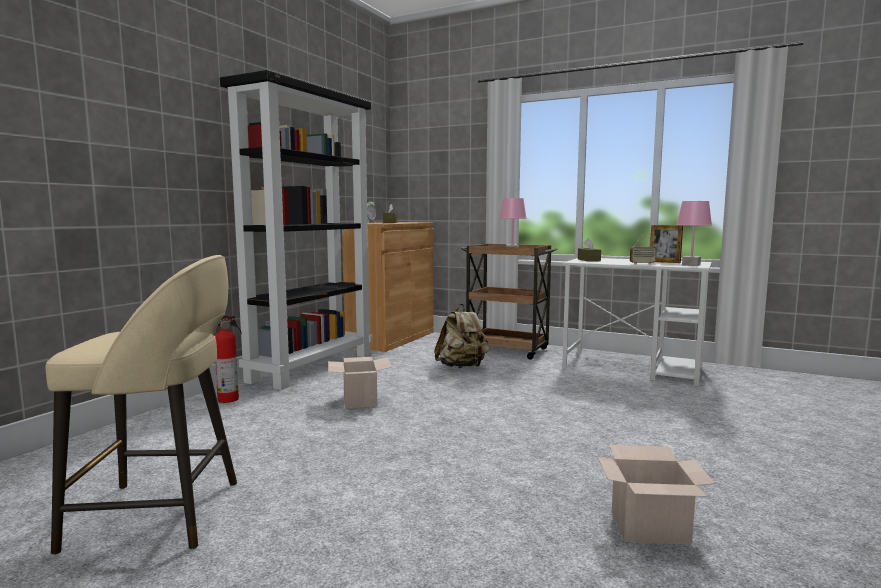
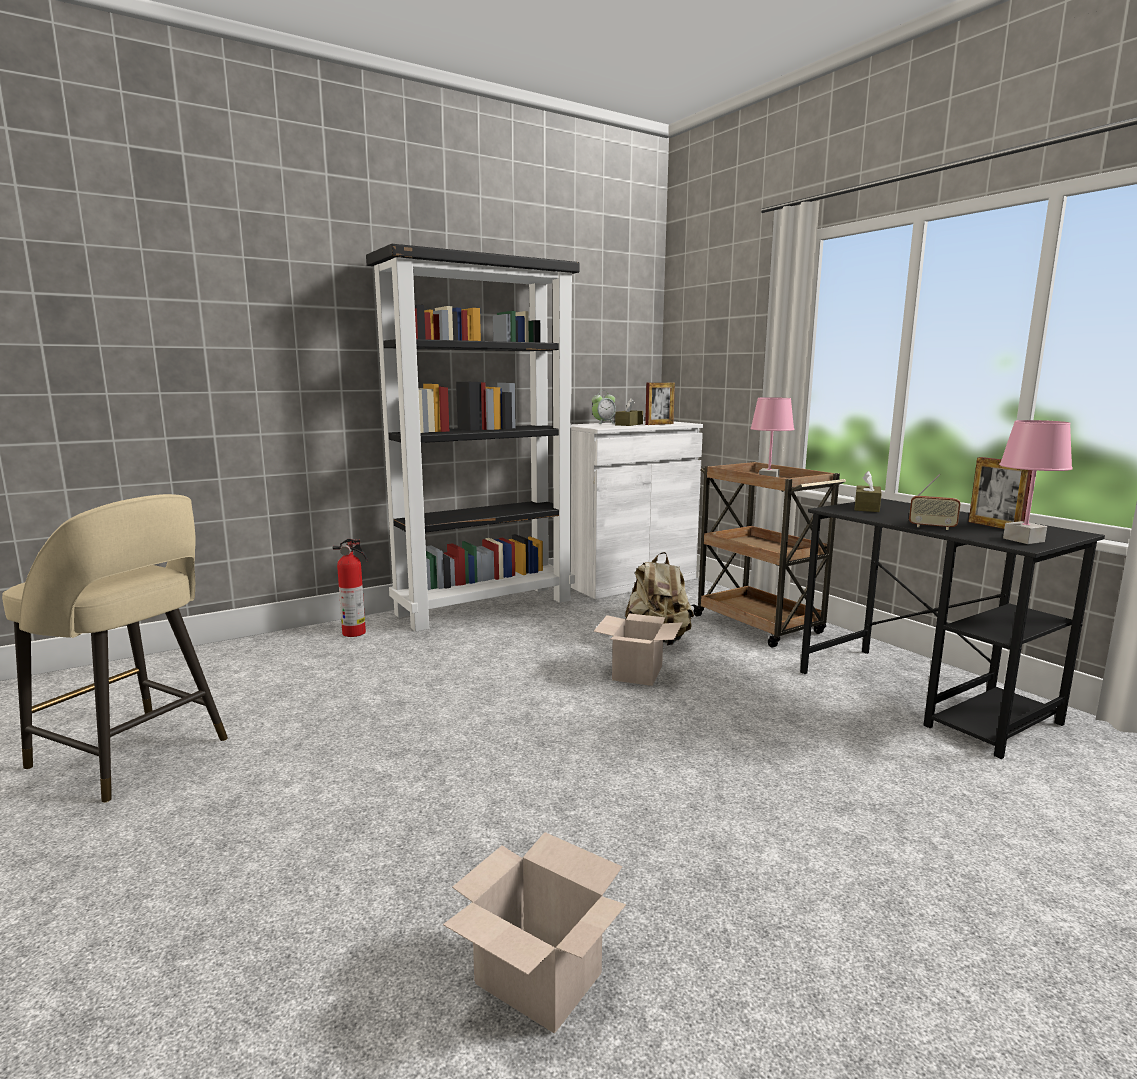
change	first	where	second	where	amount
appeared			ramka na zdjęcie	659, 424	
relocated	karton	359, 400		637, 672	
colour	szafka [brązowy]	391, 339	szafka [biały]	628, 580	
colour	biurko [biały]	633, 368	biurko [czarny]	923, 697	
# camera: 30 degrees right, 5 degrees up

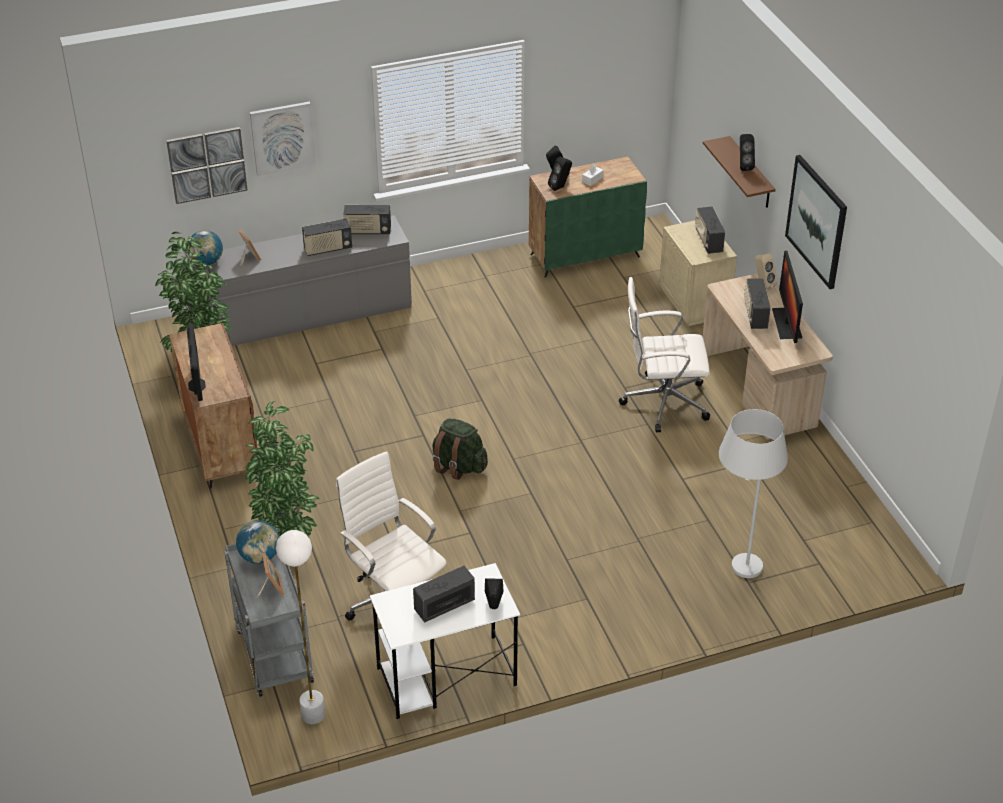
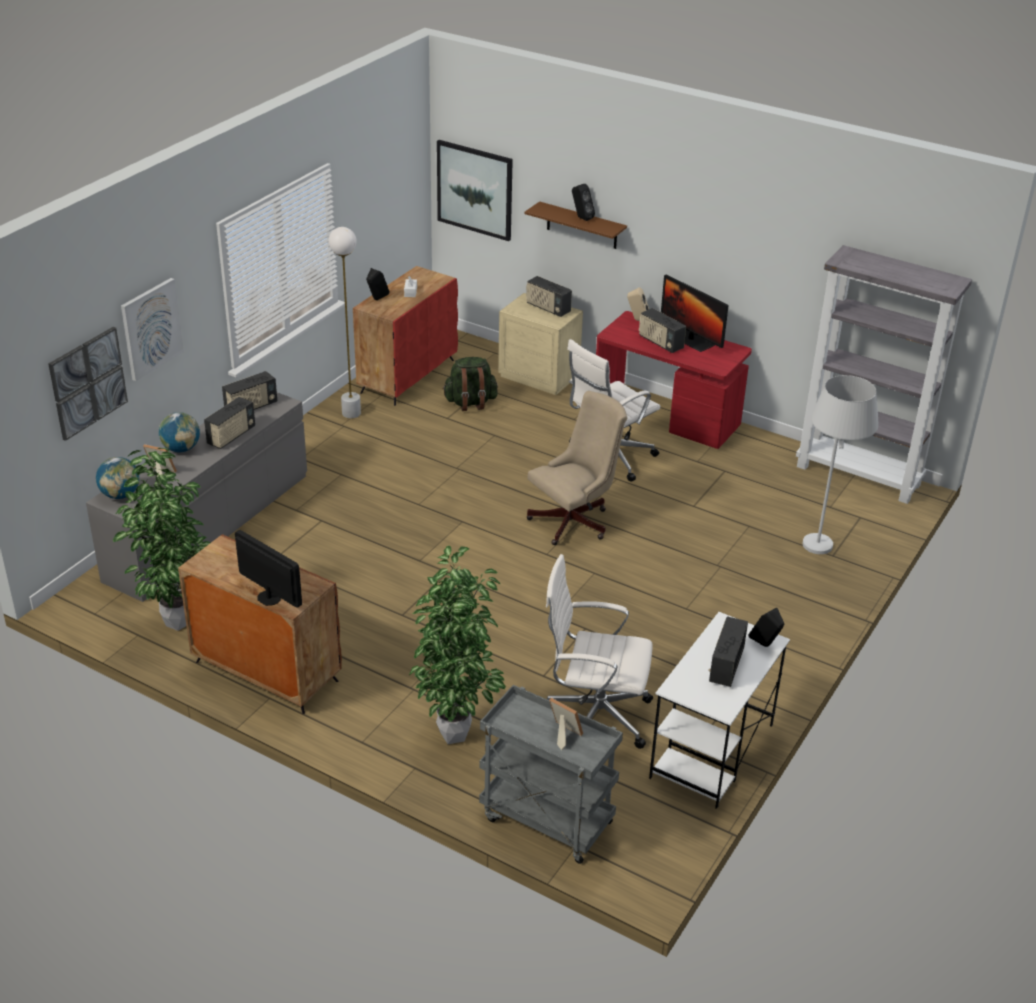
change	first	where	second	where	amount
missing	głośnik [czarny]	560, 187			
appeared			krzesło biurowe [beżowy]	575, 521	
appeared			regał [szary]	859, 475	
relocated	globus	259, 557		181, 449	
relocated	lampa stojąca [biały]	313, 715		351, 413	
relocated	plecak [zielony]	458, 466		470, 403	
relocated	obraz	817, 221		475, 189	
colour	szafka [zielony]	585, 255	szafka [czerwony]	408, 376	
colour	biurko [beżowy]	759, 390	biurko [czerwony]	666, 418	
# camera: 40 degrees left, 5 degrees down

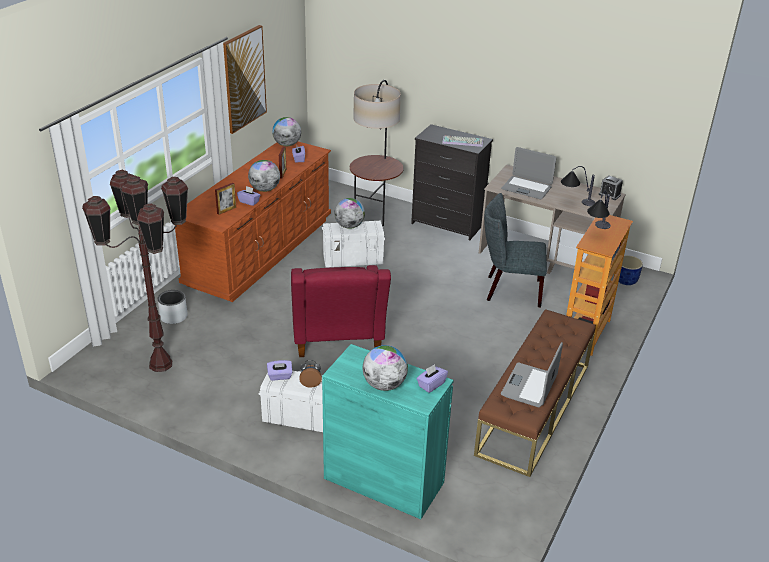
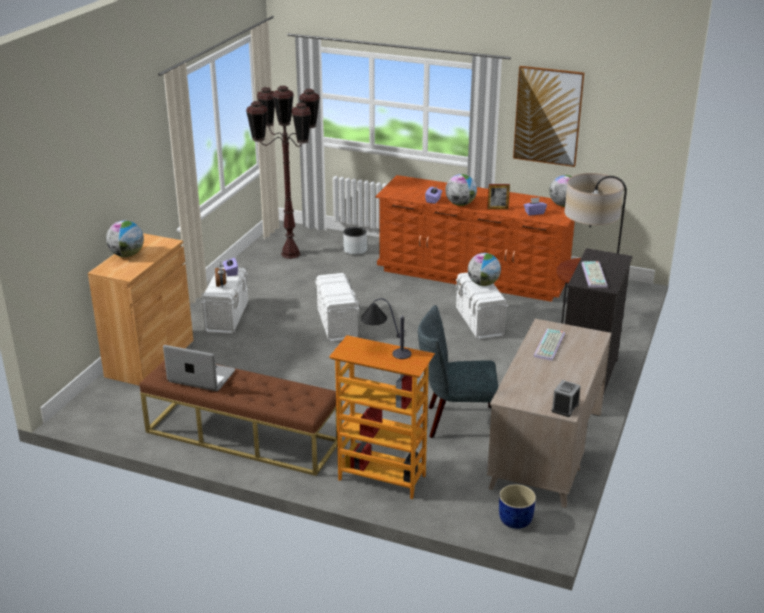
change	first	where	second	where	amount
missing	ramka na zdjęcie	226, 210			
missing	pudełko chusteczek [fioletowy]	431, 384			
missing	lampa stołowa	575, 203			
exchanged	fotel [czerwony]	337, 340	pojemnik do przechowywania [biały]	337, 324	
exchanged	laptop	526, 188	klawiatura	550, 345	
colour	szafka [turkusowy]	384, 480	szafka [brązowy]	150, 358	
spun	krzesło [szary]	509, 290		456, 422	90 degrees counterclockwise
# camera: 85 degrees right, 5 degrees down

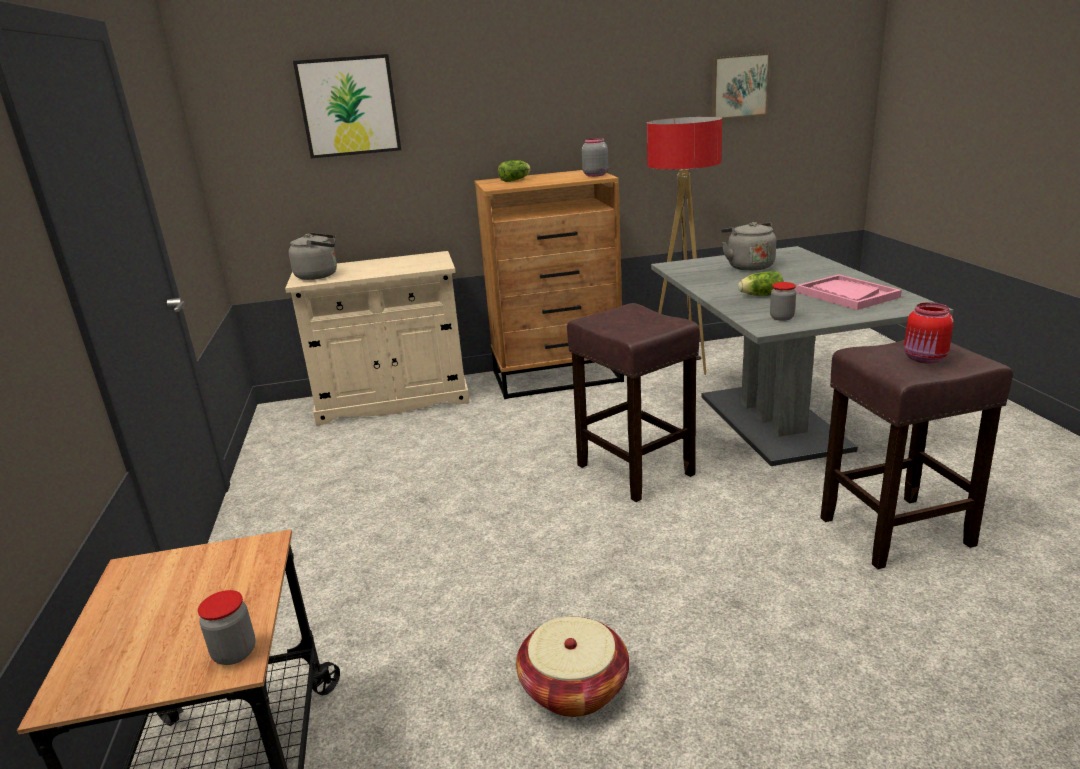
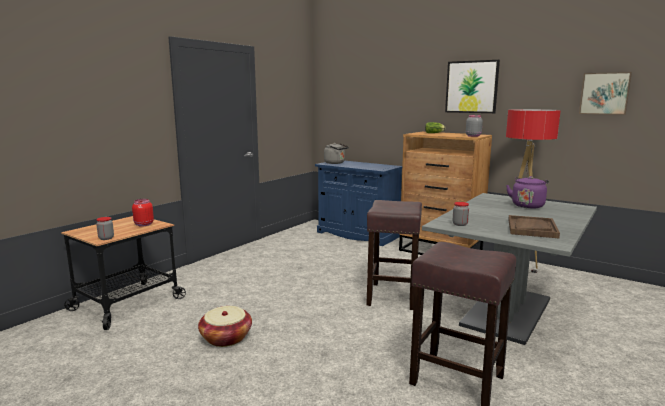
change	first	where	second	where	amount
missing	sałata	759, 295			
relocated	obraz	349, 106		471, 87	
relocated	słoik [czerwony]	925, 359		143, 225	
colour	szafka [beżowy]	393, 400	szafka [niebieski]	357, 234	
colour	czajnik [szary]	748, 266	czajnik [fioletowy]	527, 205	
colour	taca [różowy]	846, 294	taca [brązowy]	531, 228	
# camera: 45 degrees right, 10 degrees down

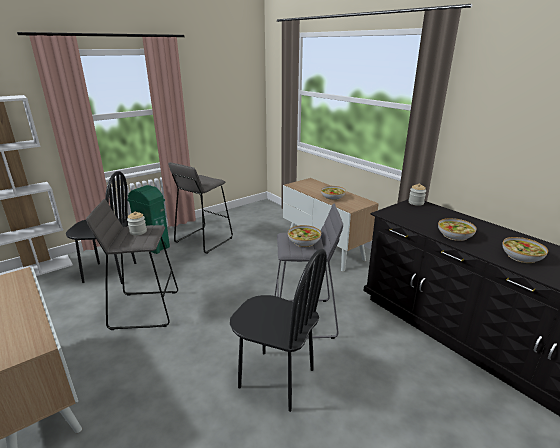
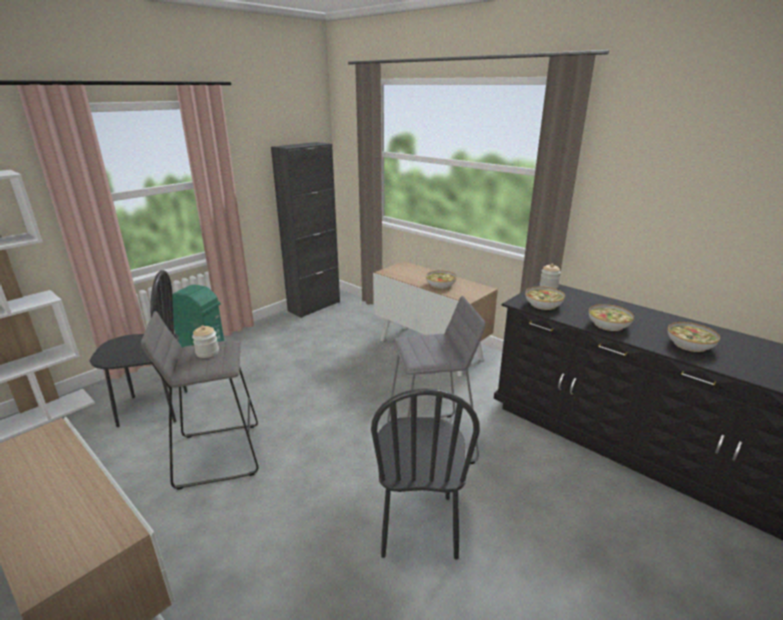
change	first	where	second	where	amount
missing	stołek [szary]	203, 240			
appeared			szafka [czarny]	314, 306	
relocated	miska	304, 241		543, 304	
spun	krzesło [czarny]	276, 379		418, 525	75 degrees clockwise
# camera: 10 degrees left, 0 degrees up

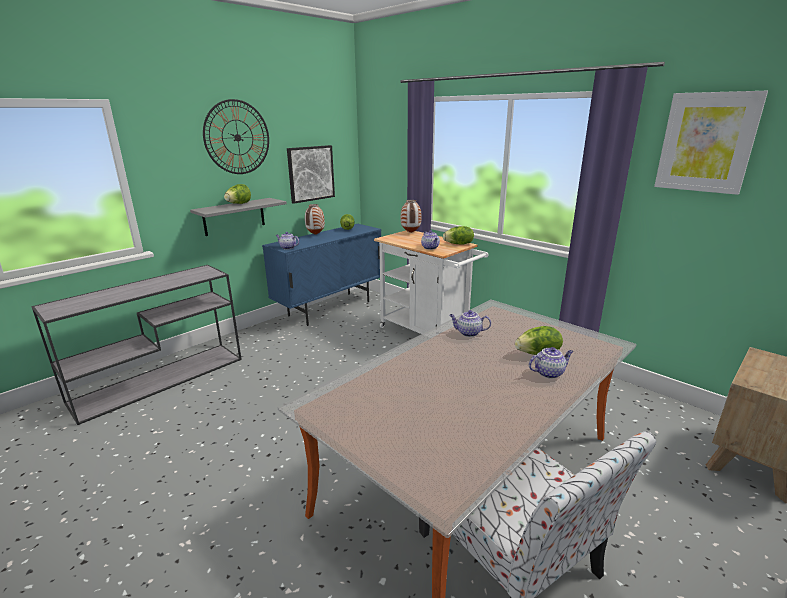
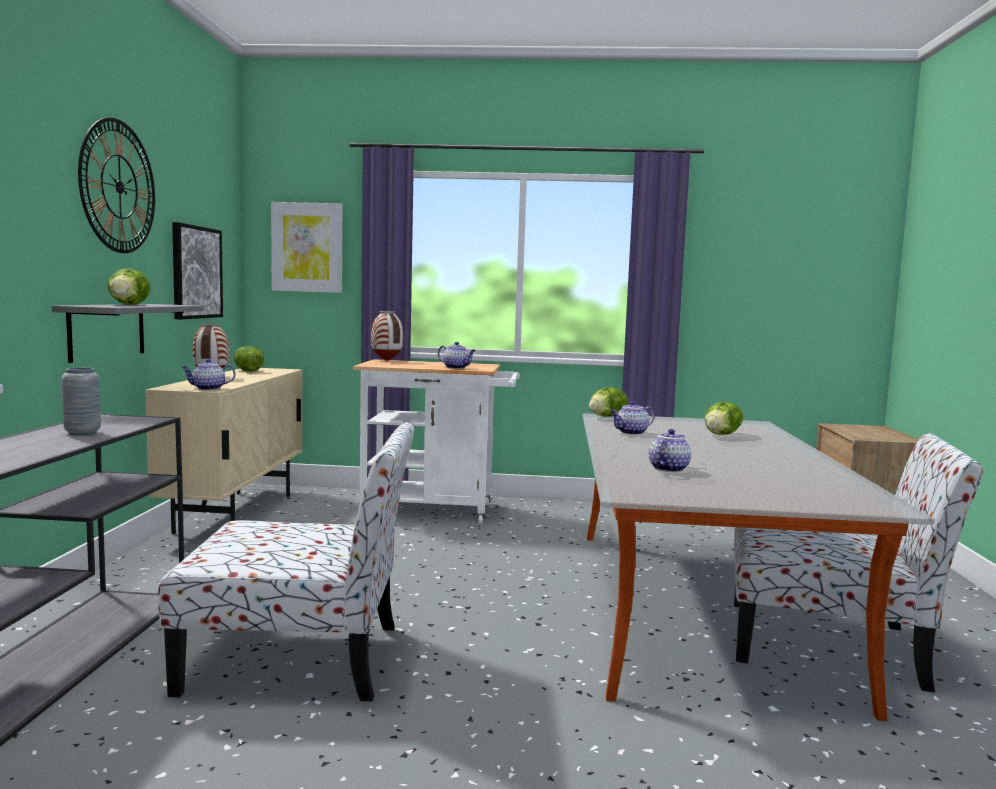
change	first	where	second	where	amount
appeared			wazon [szary]	82, 433	
appeared			krzesło	300, 658	
relocated	sałata	459, 244		607, 416	
relocated	imbryk	549, 373		668, 469	
relocated	obraz	706, 142		307, 247	
colour	szafka [niebieski]	330, 308	szafka [beżowy]	236, 513	
# camera: 40 degrees left, 15 degrees down

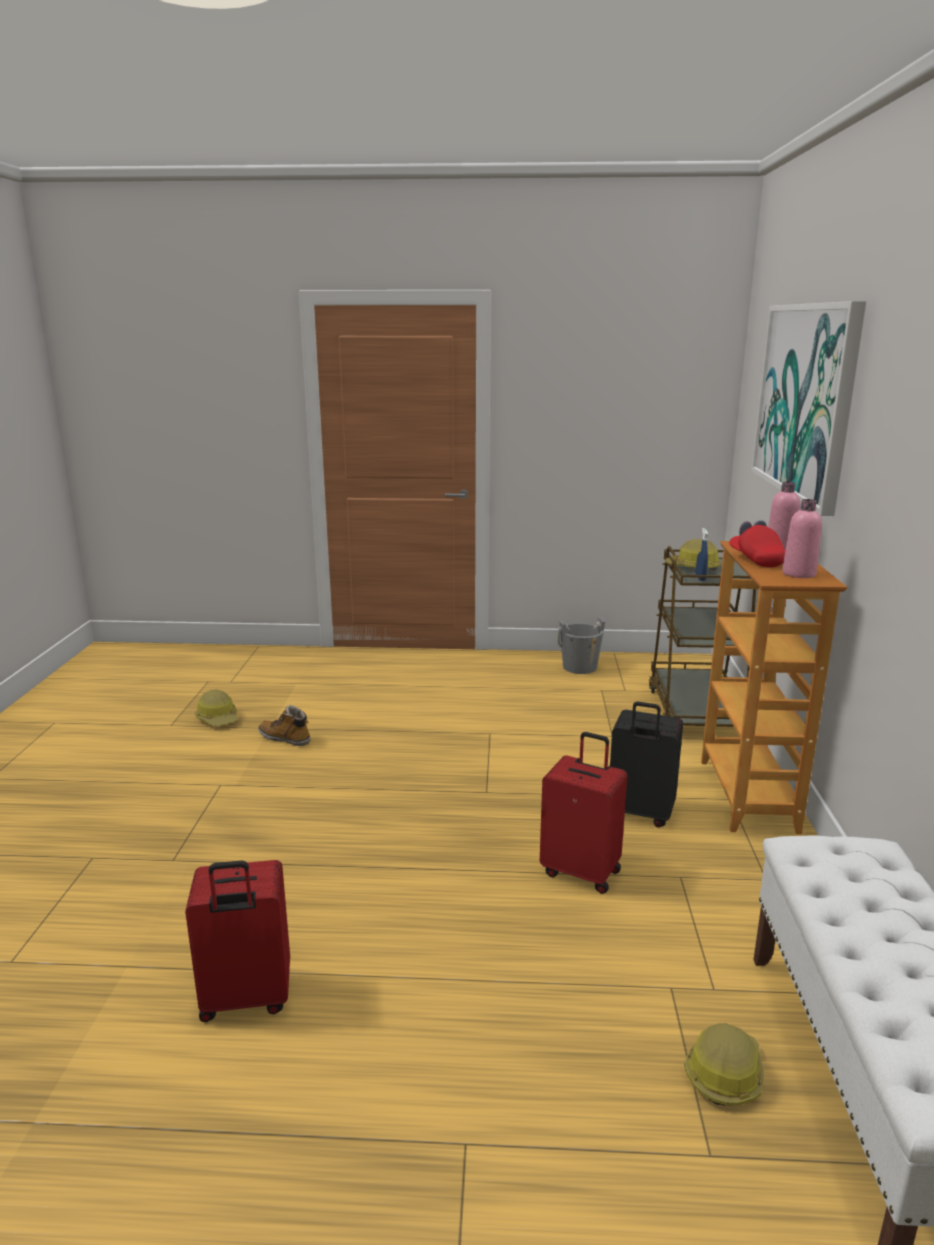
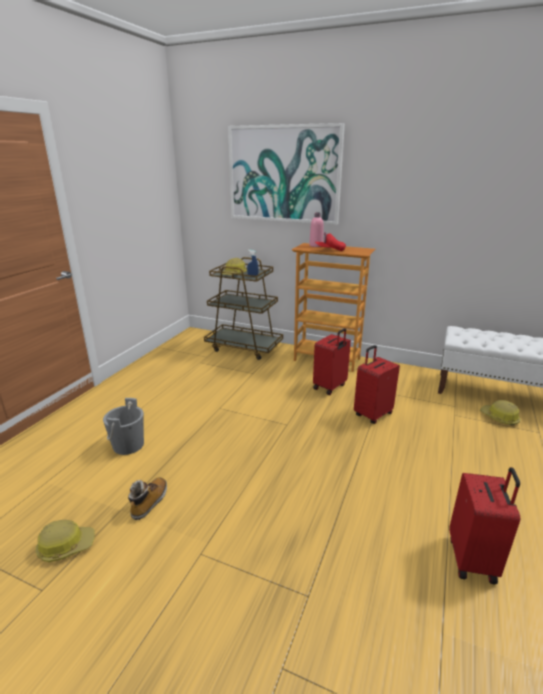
change	first	where	second	where	amount
missing	butelka [różowy]	798, 574			
relocated	wiadro [szary]	579, 667		128, 445	
colour	walizka [czarny]	639, 814	walizka [czerwony]	330, 387	
spun	but z cholewką	285, 739		149, 502	150 degrees clockwise
# camera: 70 degrees left, 5 degrees up

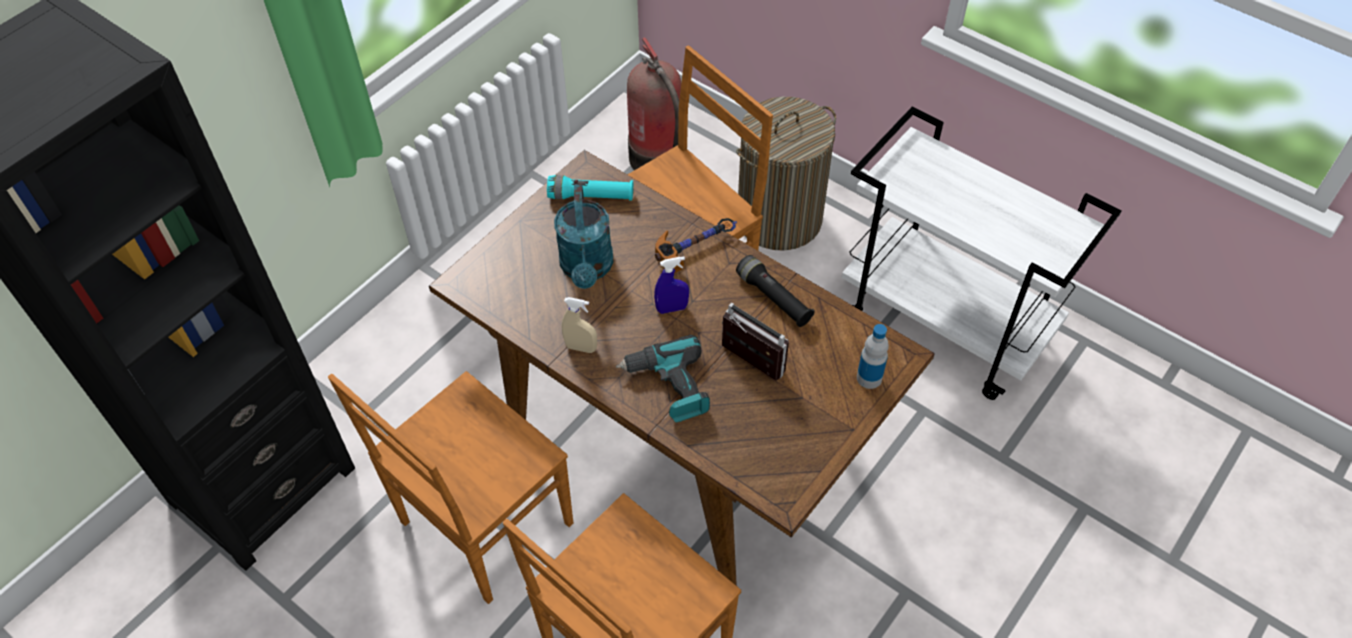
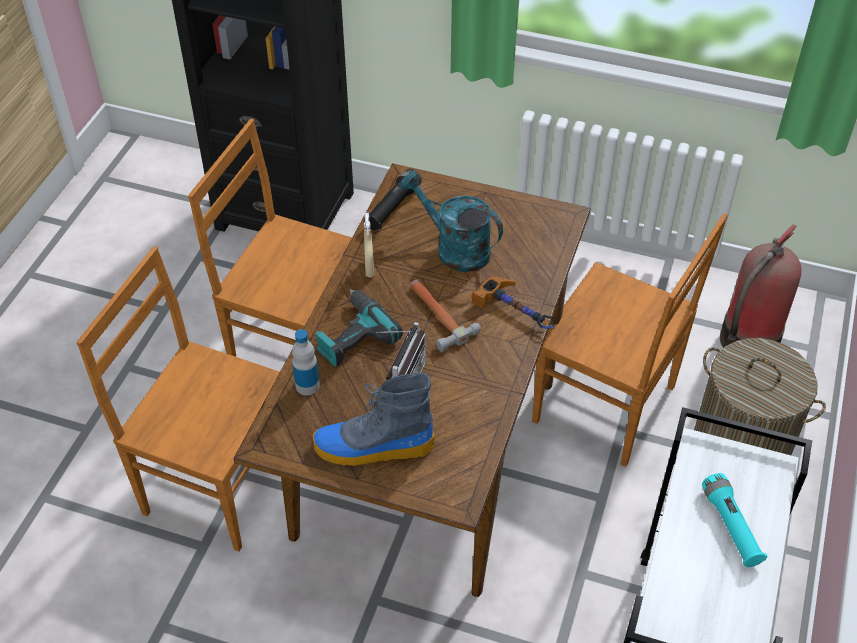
change	first	where	second	where	amount
appeared			but z cholewką	373, 448	
relocated	latarka [turkusowy]	591, 196		731, 526	
relocated	latarka [czarny]	773, 298		392, 207	
relocated	butelka	869, 378		307, 385	
exchanged	spryskiwacz [niebieski]	672, 308	młotek	437, 315	
spun	konewka [turkusowy]	587, 269		454, 248	60 degrees clockwise
# camera: 70 degrees right, 5 degrees down

